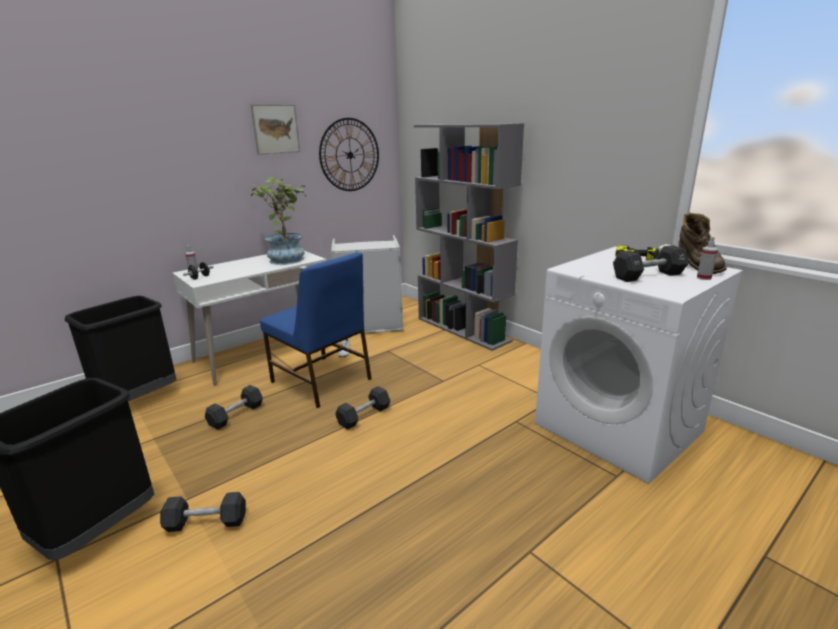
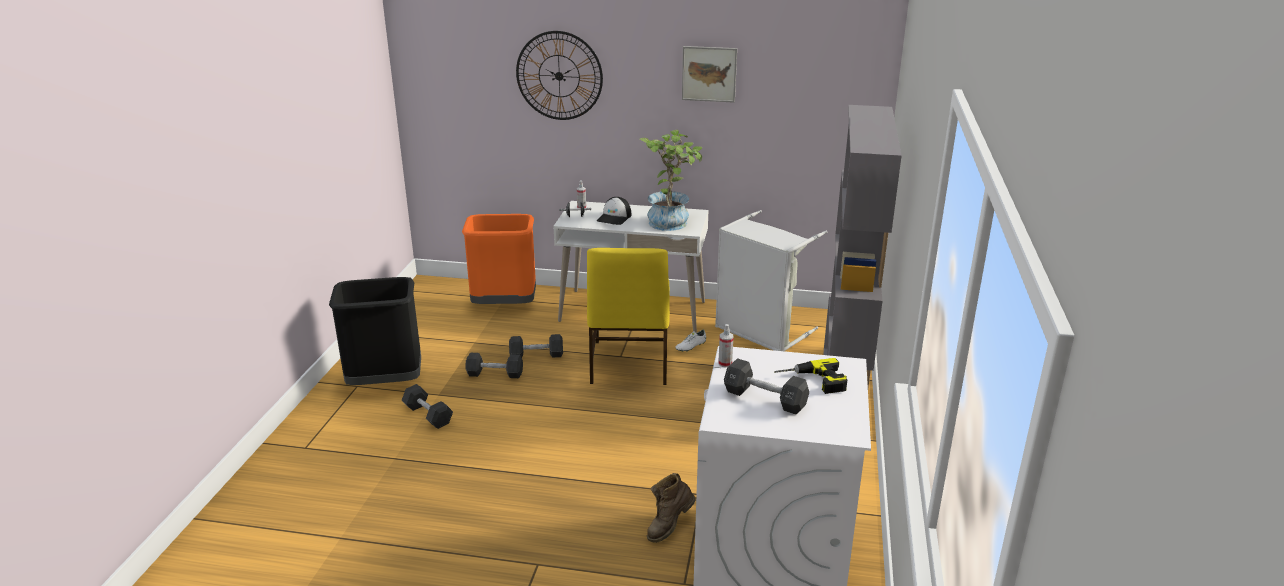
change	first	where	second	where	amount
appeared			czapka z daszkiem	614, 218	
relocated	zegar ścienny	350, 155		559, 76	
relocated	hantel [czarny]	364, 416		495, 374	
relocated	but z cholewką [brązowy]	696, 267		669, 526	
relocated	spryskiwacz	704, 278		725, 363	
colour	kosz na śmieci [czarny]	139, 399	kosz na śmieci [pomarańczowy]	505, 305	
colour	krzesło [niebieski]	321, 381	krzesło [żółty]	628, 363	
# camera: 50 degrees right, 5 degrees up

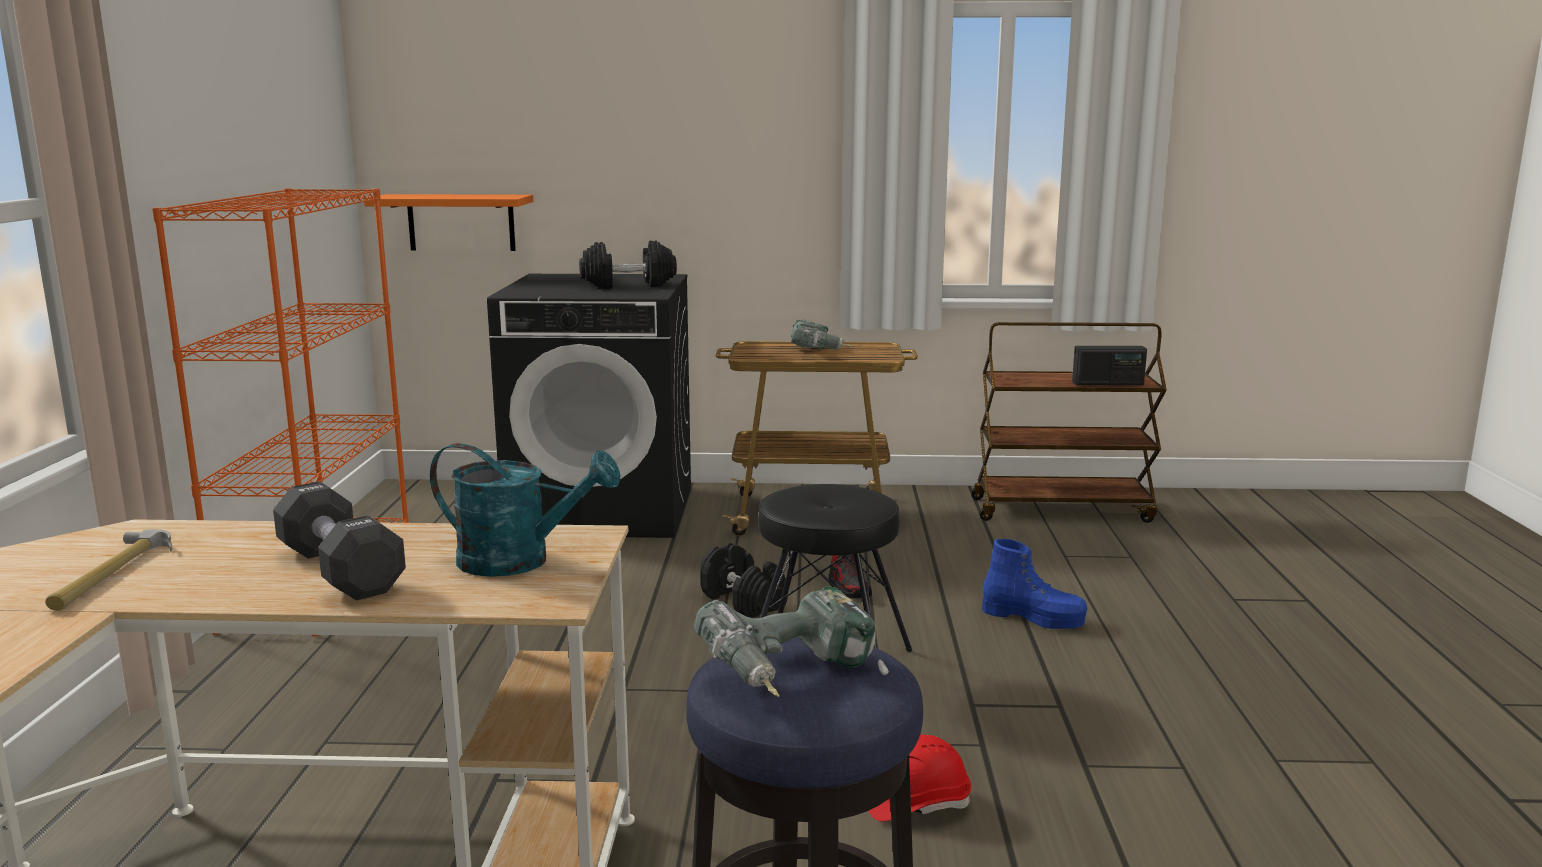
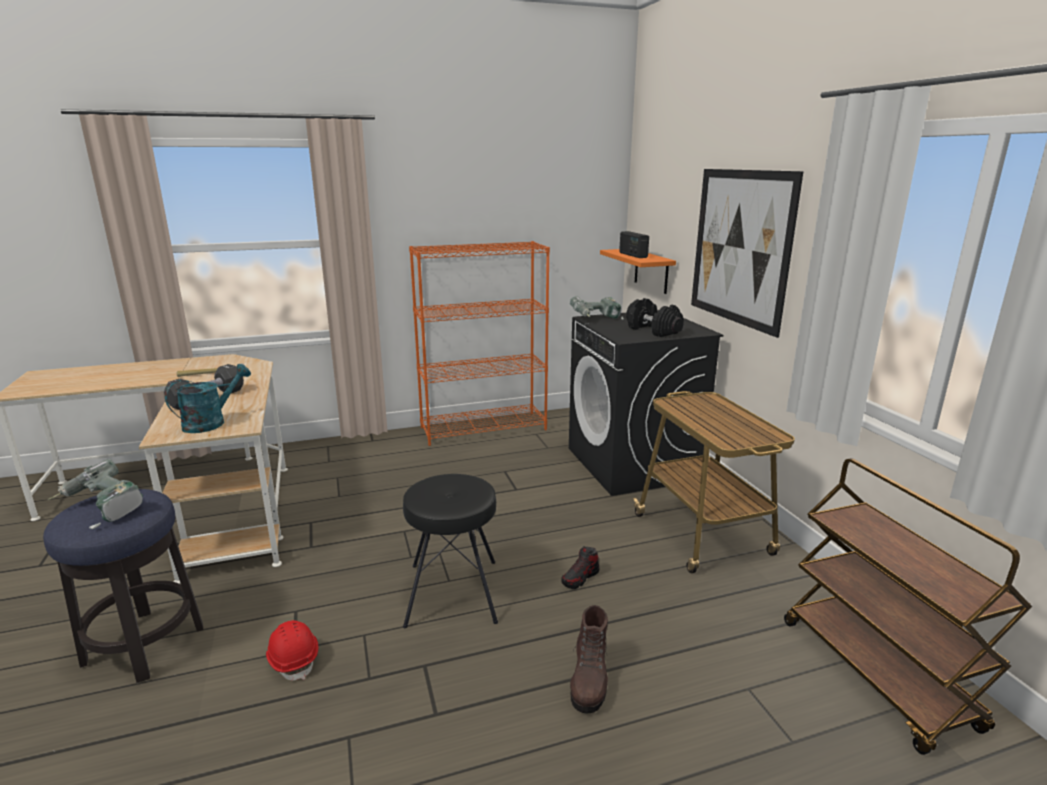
change	first	where	second	where	amount
missing	hantel [czarny]	744, 601			
appeared			obraz	740, 247	
relocated	wiertarka	818, 355		596, 319	
relocated	radio	1108, 383		632, 255	
colour	but z cholewką [niebieski]	1033, 617	but z cholewką [brązowy]	589, 681	
spun	konewka [turkusowy]	520, 561		211, 422	135 degrees counterclockwise
# camera: 70 degrees right, 5 degrees up

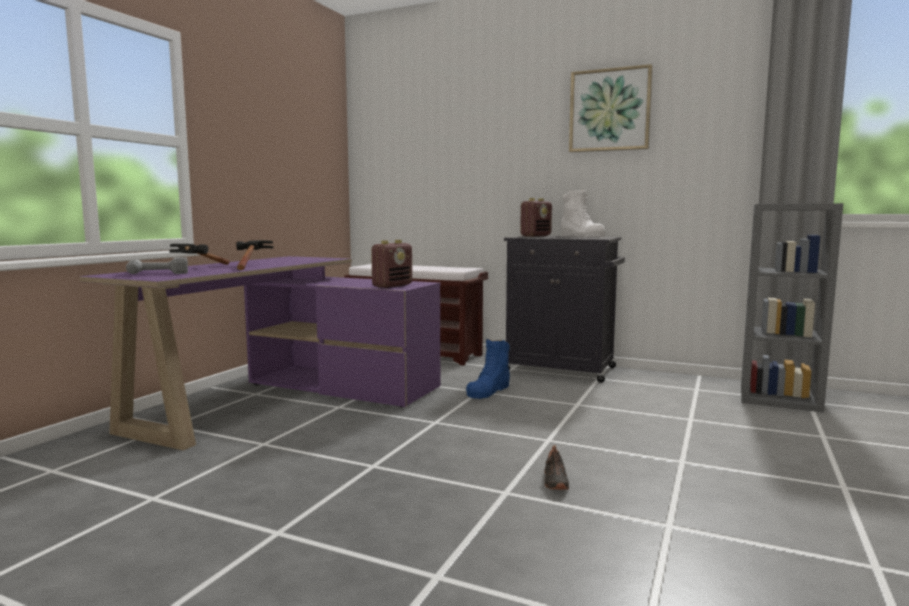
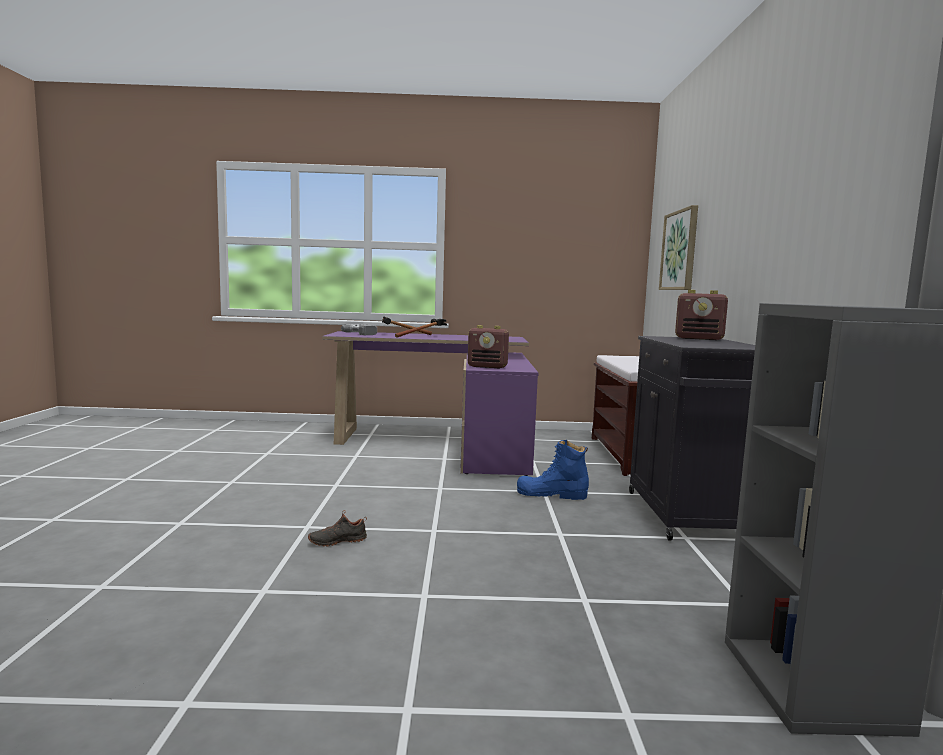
change	first	where	second	where	amount
missing	but z cholewką [biały]	582, 237			
relocated	obraz	609, 110		680, 250	
# camera: 65 degrees right, 0 degrees up

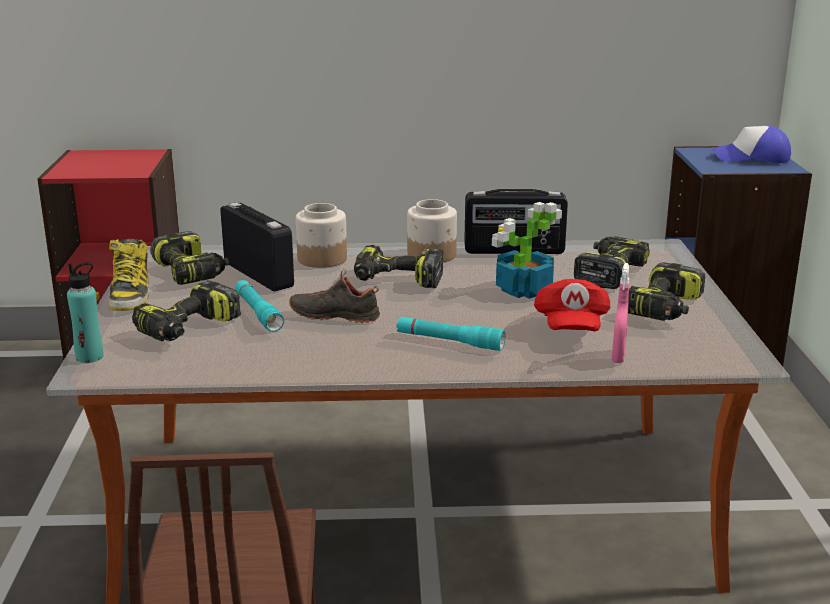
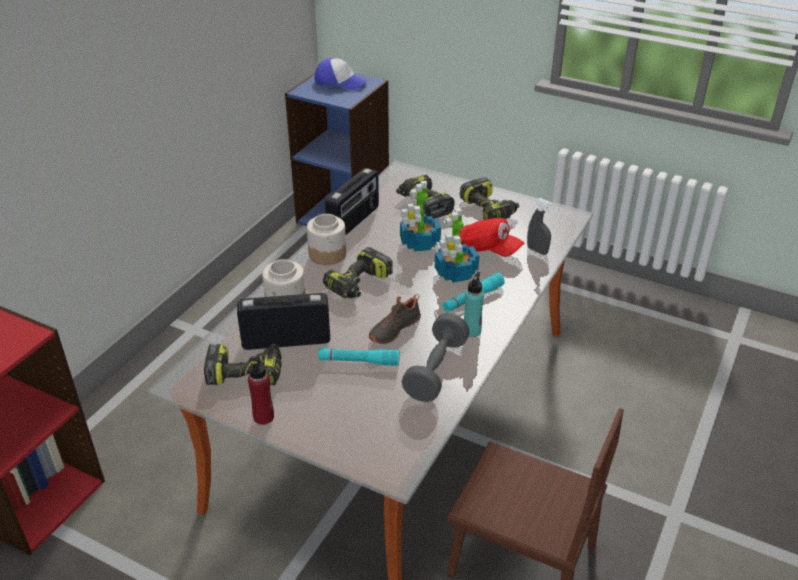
change	first	where	second	where	amount
missing	wiertarka	189, 329			
appeared			hantel [szary]	436, 370	
appeared			roślina doniczkowa	455, 273	
relocated	butelka [turkusowy]	89, 357		472, 331	
exchanged	but z cholewką	130, 295	butelka [czerwony]	263, 417	
colour	spryskiwacz [różowy]	618, 357	spryskiwacz [szary]	537, 250	
spun	czapka z daszkiem	752, 158		340, 82	105 degrees counterclockwise
# camera: 60 degrees left, 15 degrees up

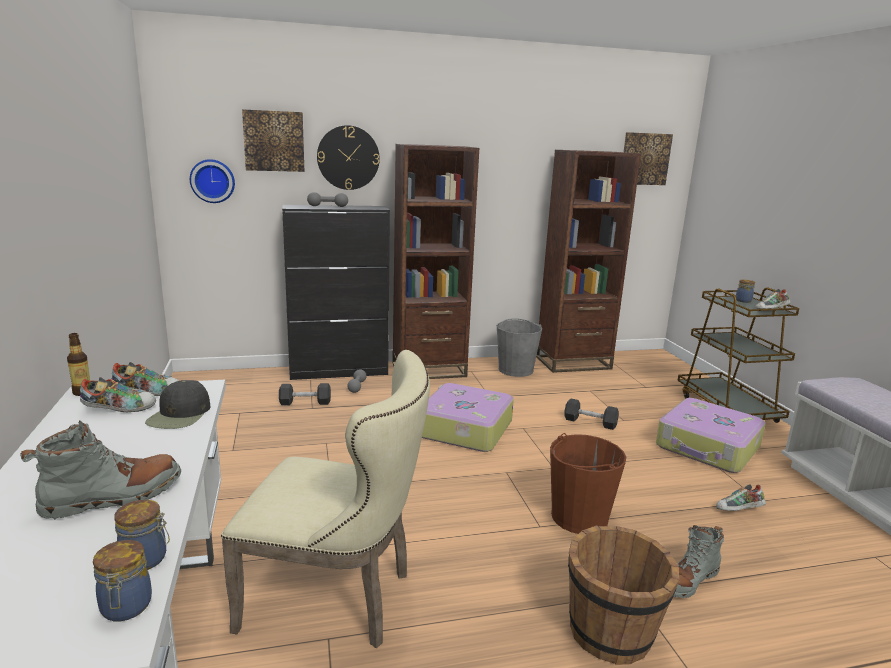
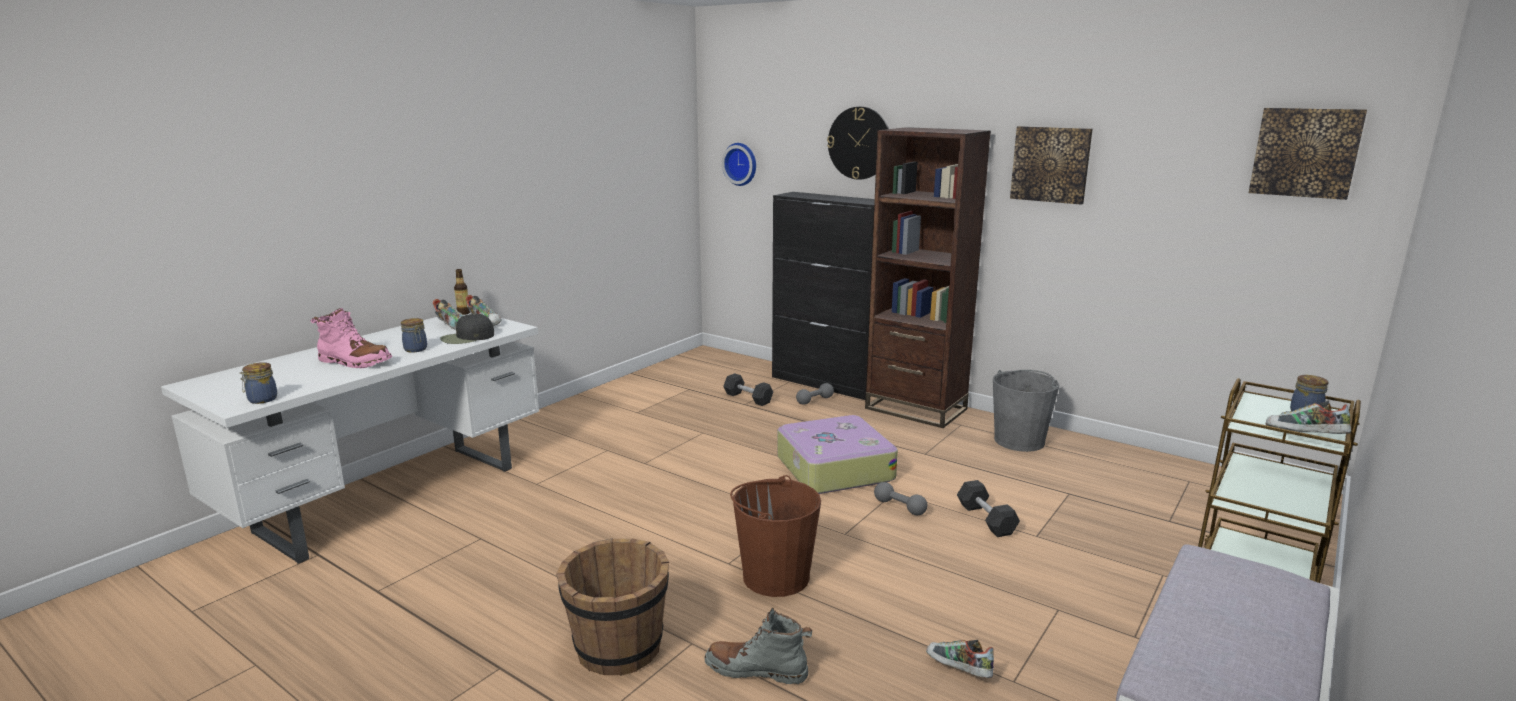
change	first	where	second	where	amount
missing	krzesło [beżowy]	338, 597			
missing	regał [brązowy]	573, 363			
missing	walizka	708, 447			
relocated	słoik	146, 559		416, 350	
relocated	obraz	274, 141		1050, 164	
relocated	hantel [szary]	327, 206		899, 507	
colour	but z cholewką [szary]	113, 497	but z cholewką [różowy]	354, 362	
# camera: 50 degrees right, 0 degrees up

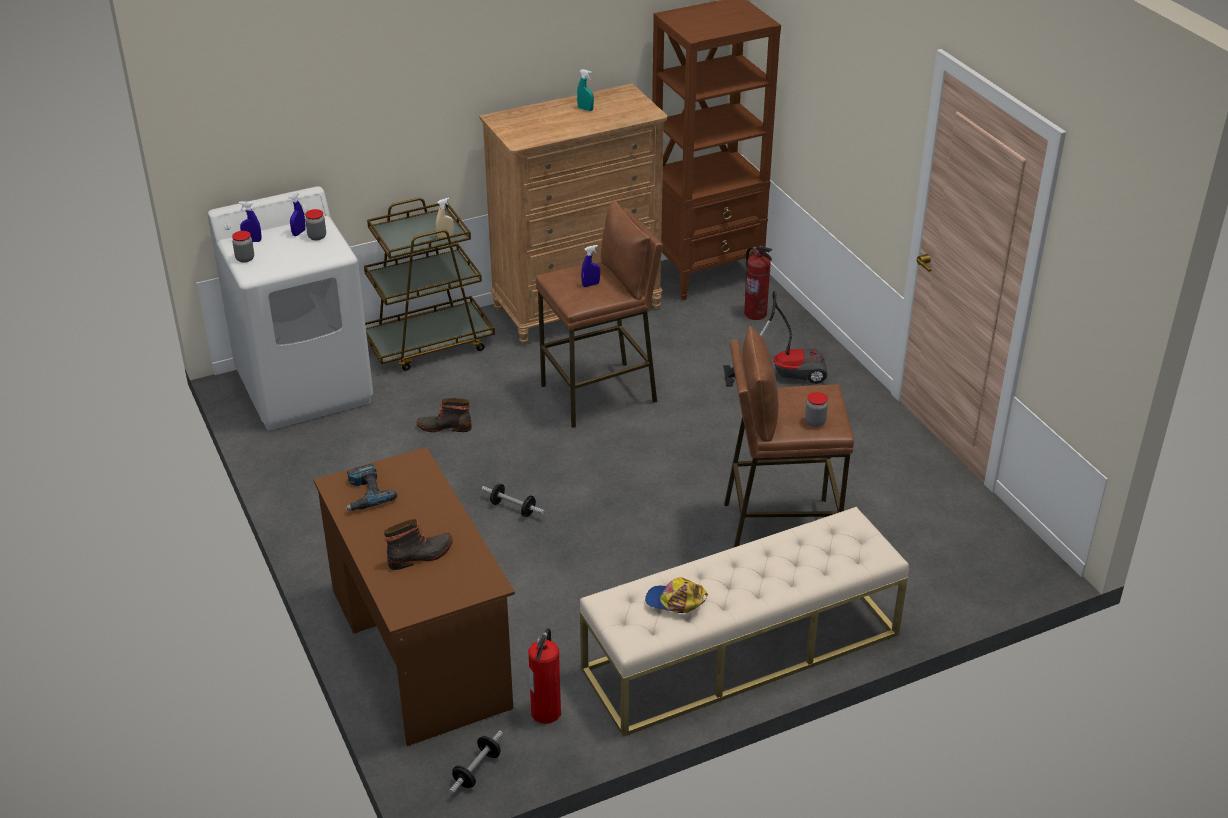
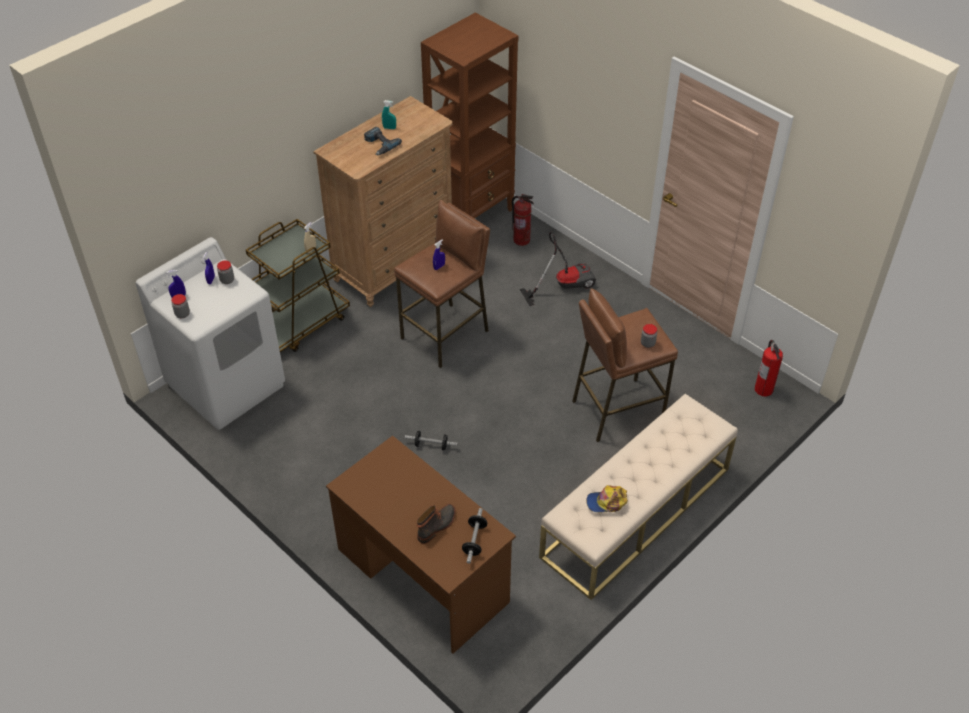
change	first	where	second	where	amount
missing	but z cholewką	444, 426			
relocated	wiertarka	365, 494		379, 145	
relocated	hantel	477, 770		474, 540	
relocated	gaśnica	546, 711		763, 389	
# camera: 20 degrees left, 10 degrees up

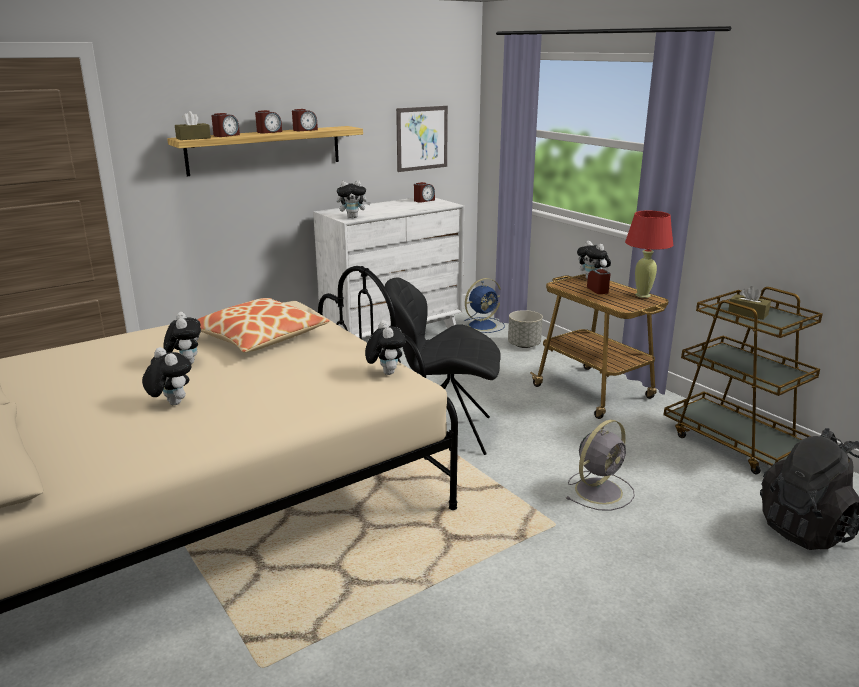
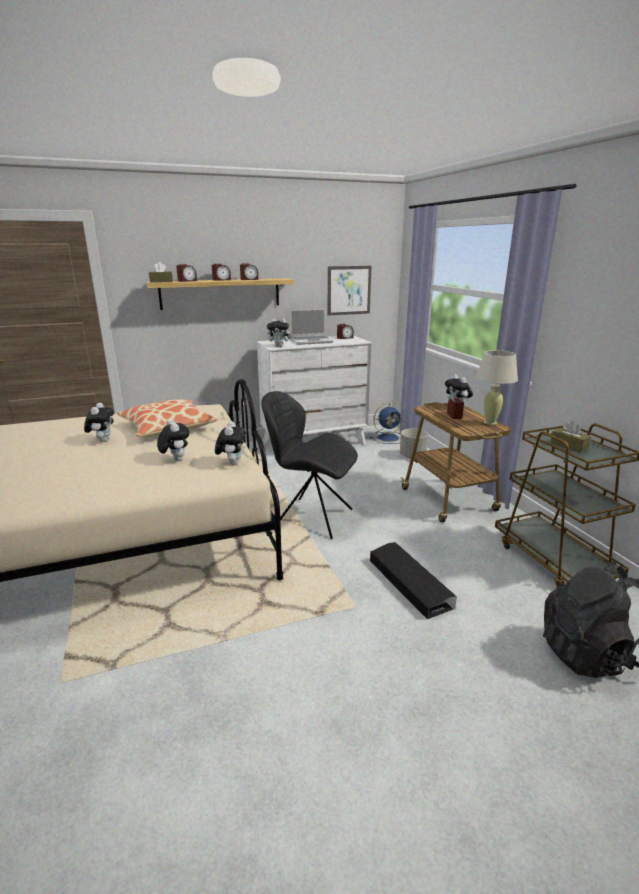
change	first	where	second	where	amount
appeared			laptop	311, 341	
relocated	pluszak	170, 403		175, 459	
exchanged	wentylator [szary]	600, 490	pojemnik do przechowywania [czarny]	409, 583	
colour	lampa stołowa [czerwony]	643, 295	lampa stołowa [beżowy]	490, 422	
# camera: 15 degrees right, 0 degrees up

